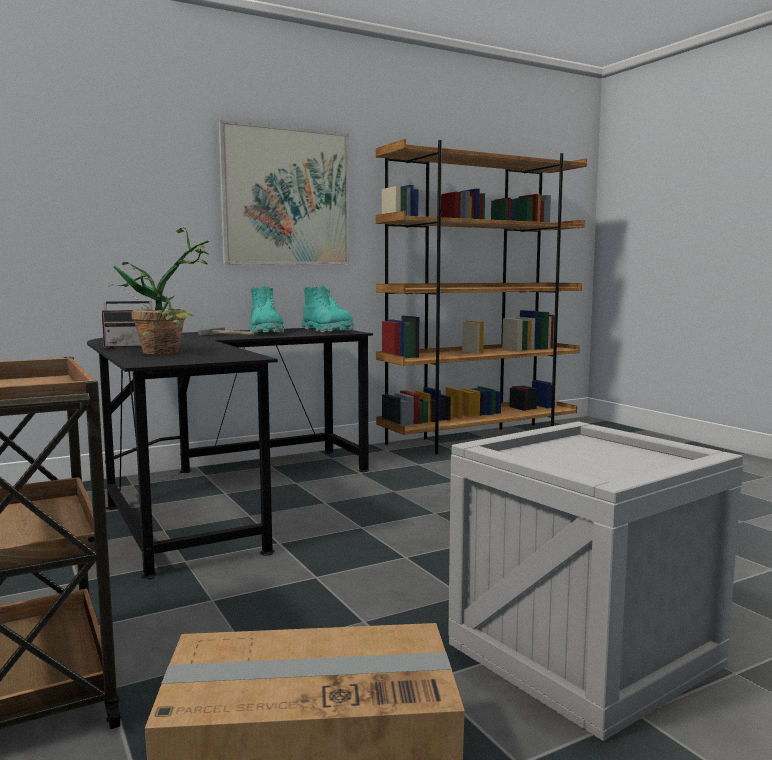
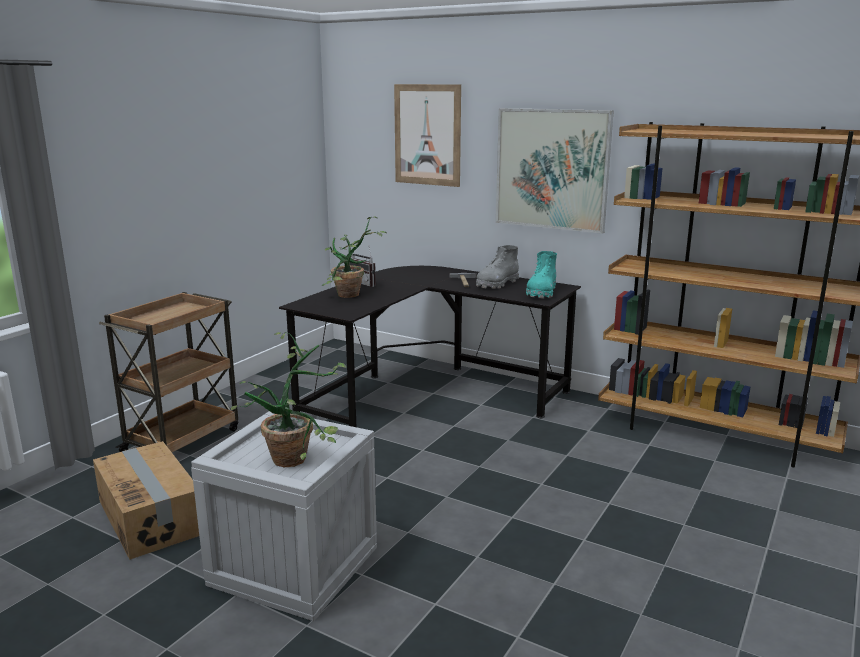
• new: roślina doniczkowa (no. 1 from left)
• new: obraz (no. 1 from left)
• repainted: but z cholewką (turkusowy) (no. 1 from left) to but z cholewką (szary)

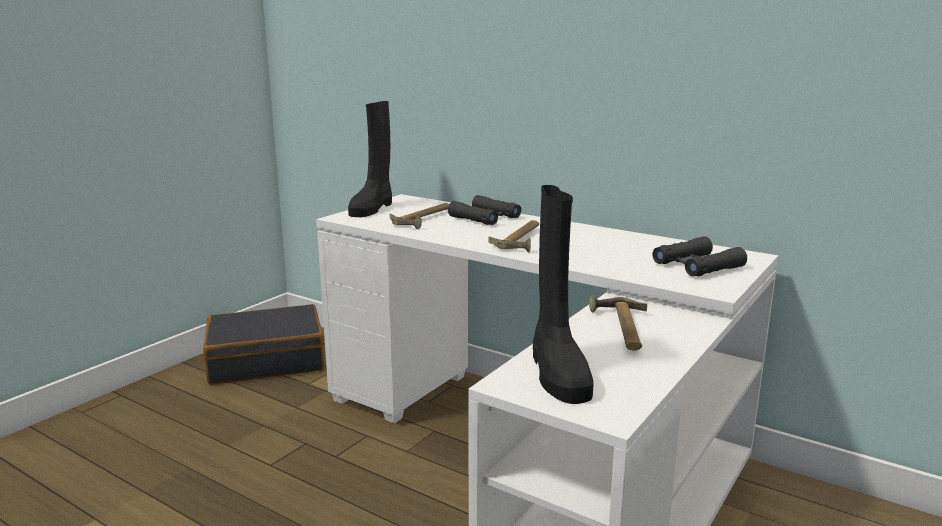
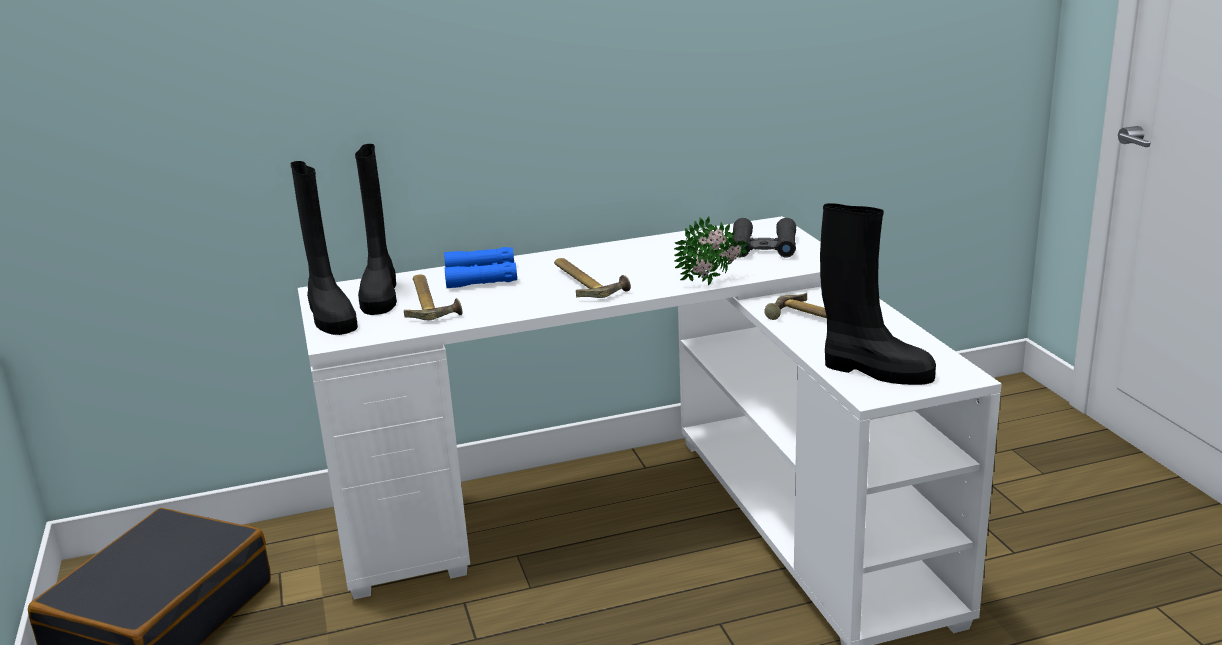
• new: but z cholewką (czarny) (no. 2 from left)
• new: roślina doniczkowa
• repainted: lornetka (czarny) (no. 1 from left) to lornetka (niebieski)

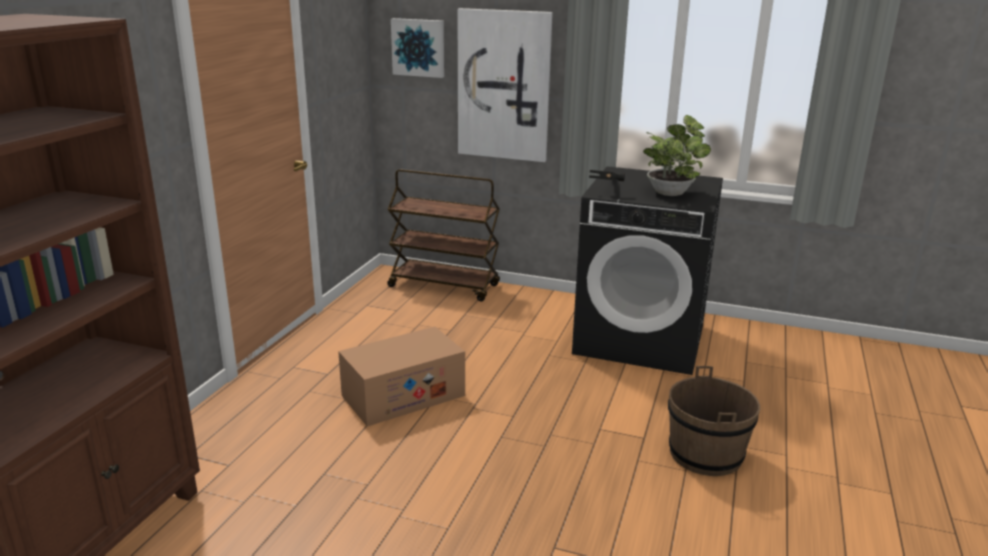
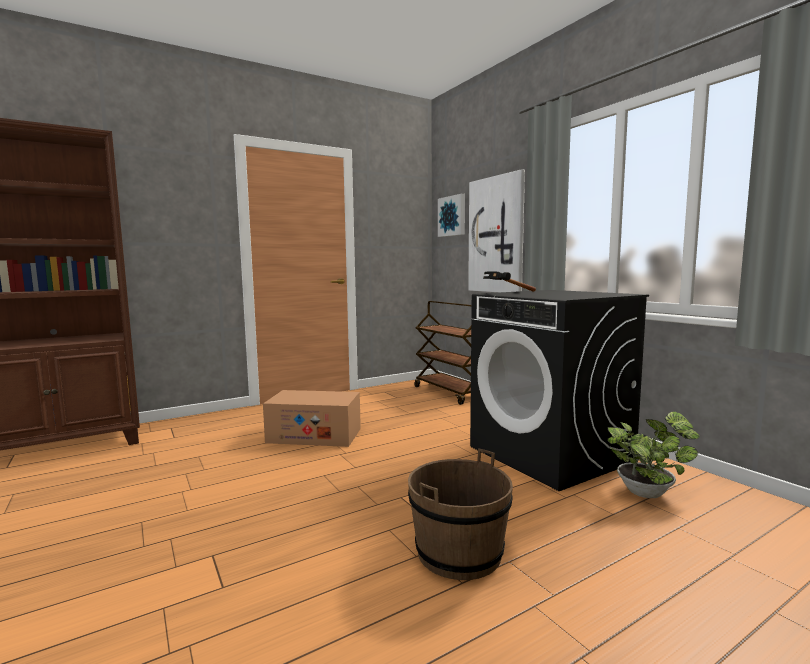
• shifted: roślina doniczkowa

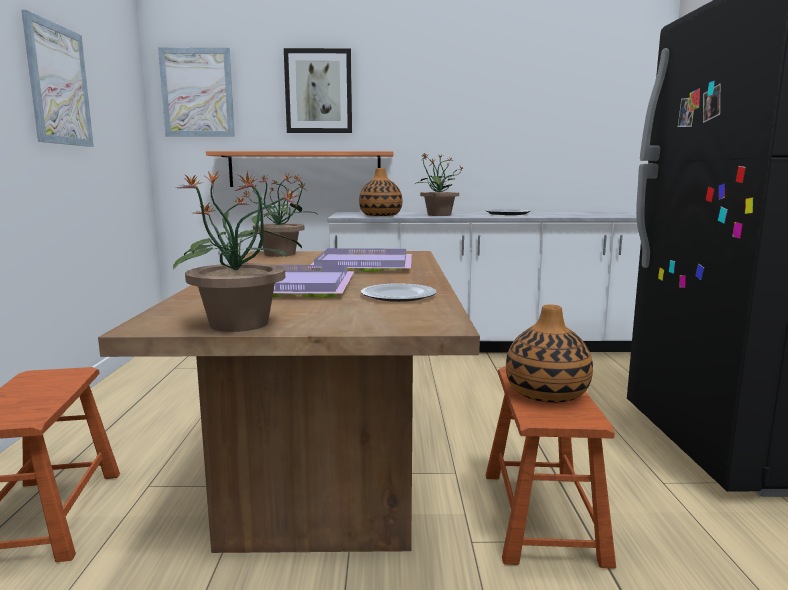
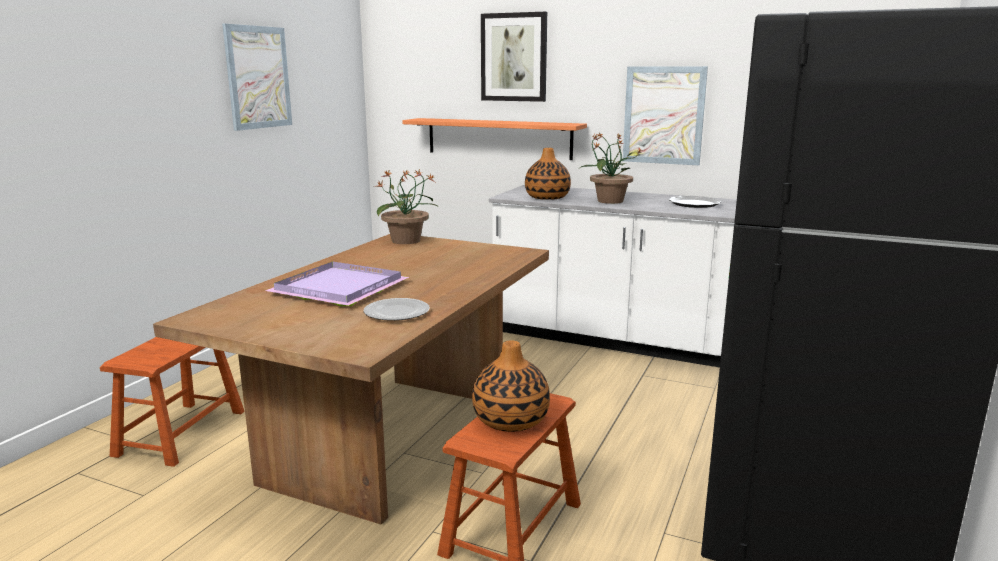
• gone: roślina doniczkowa (no. 1 from left)
• gone: taca (fioletowy) (no. 2 from left)
• shifted: obraz (no. 2 from left in the first image) to obraz (no. 3 from left)

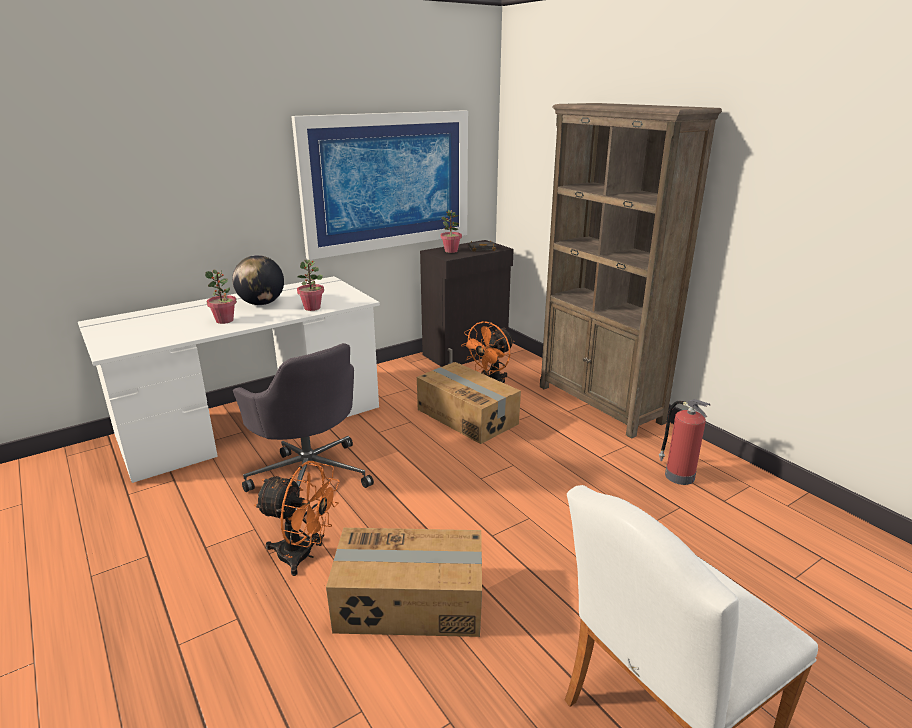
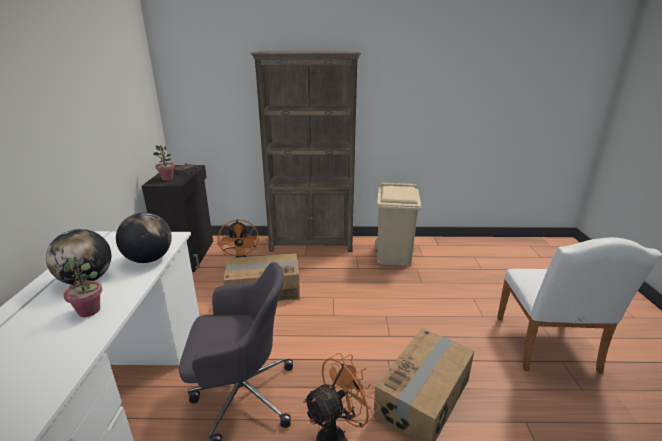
• gone: obraz
• swapped: roślina doniczkowa (no. 2 from left) to globus (no. 2 from left)
• swapped: gaśnica to kosz na śmieci (beżowy)

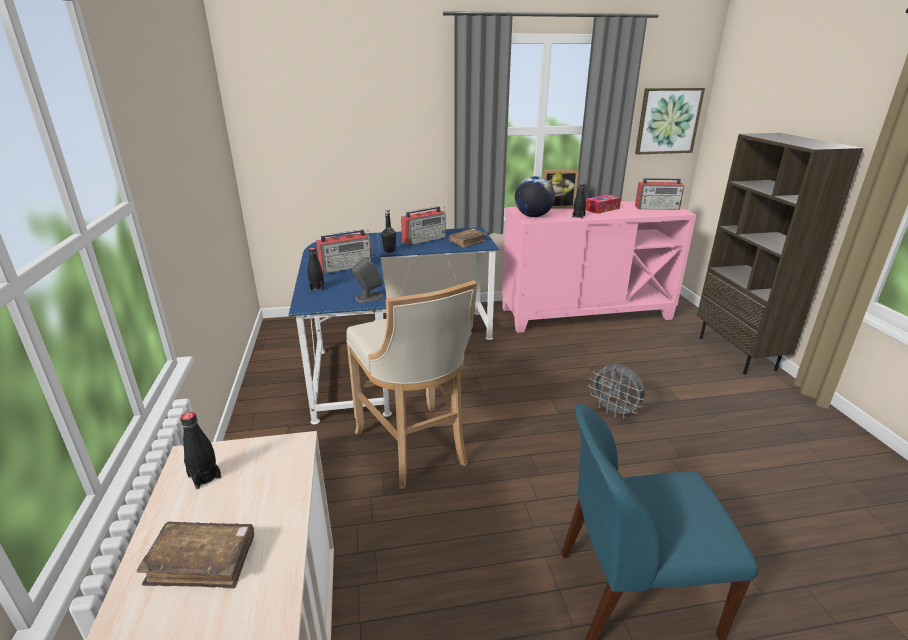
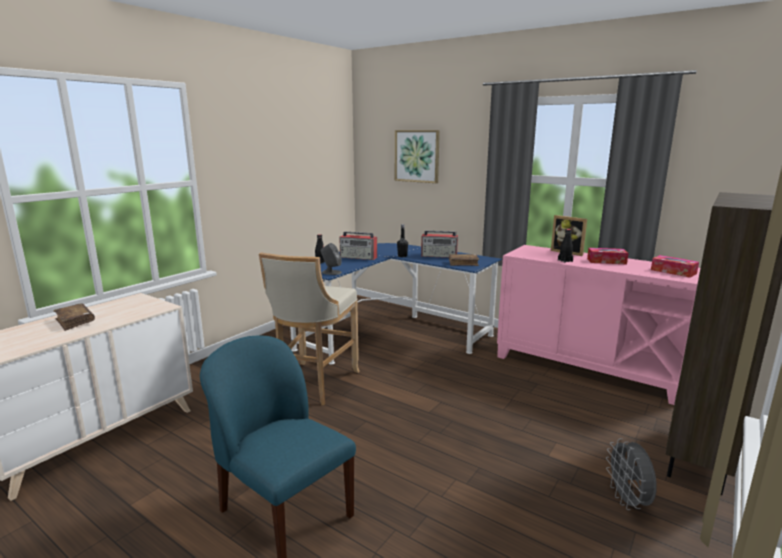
• gone: butelka (czarny) (no. 1 from left)
• gone: globus
• shifted: wentylator (szary)
• shifted: obraz
• swapped: radio (no. 3 from left) to pudełko chusteczek (no. 2 from left)

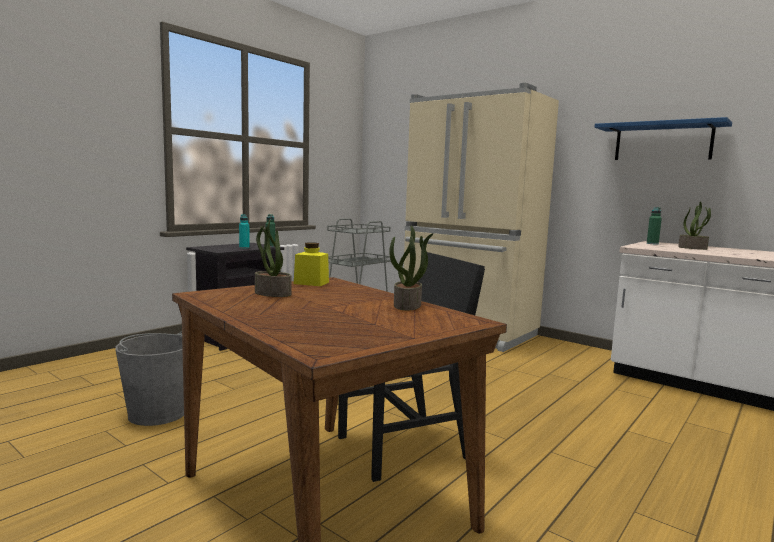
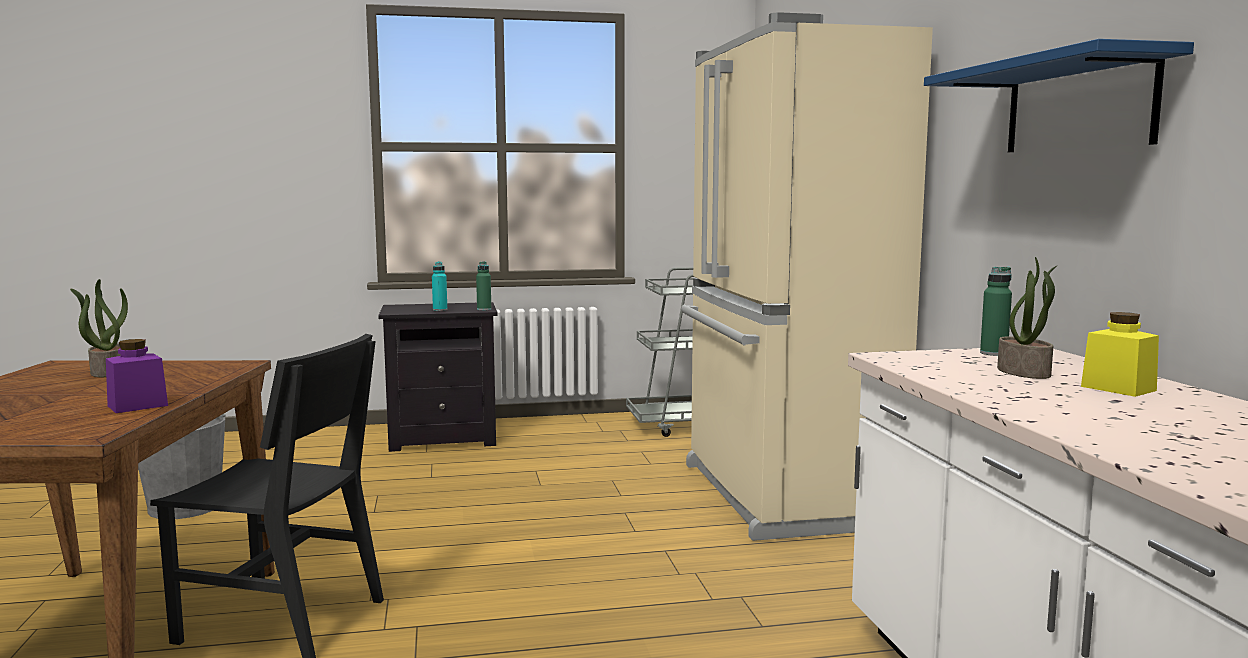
• shifted: słoik (żółty)
• swapped: roślina doniczkowa (no. 2 from left) to słoik (fioletowy)

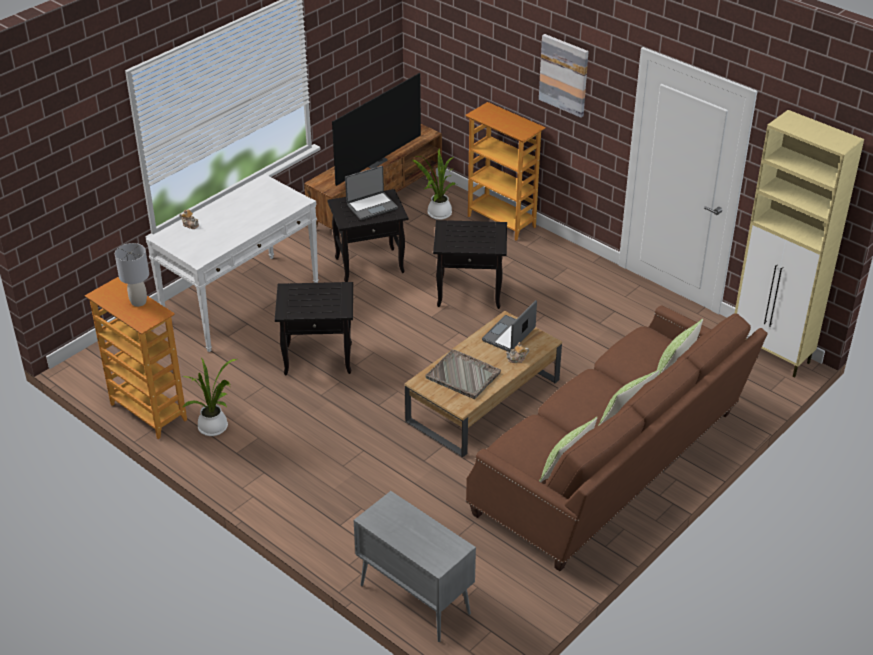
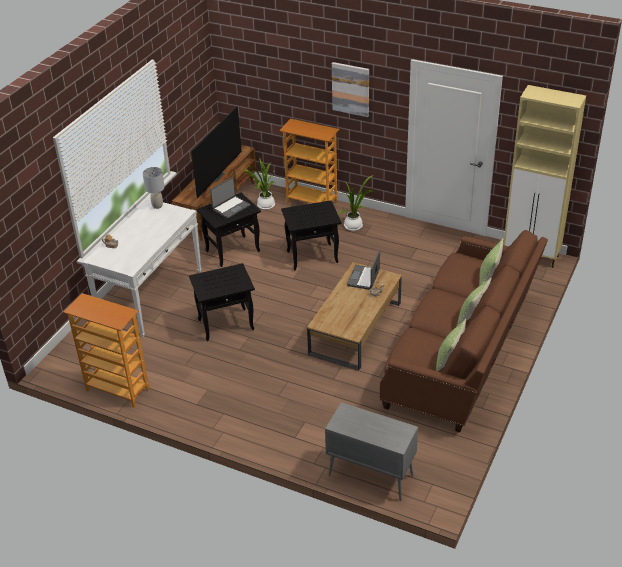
• gone: taca (szary)
• shifted: lampa stołowa (szary)
• shifted: roślina doniczkowa (no. 1 from left in the first image) to roślina doniczkowa (no. 2 from left)

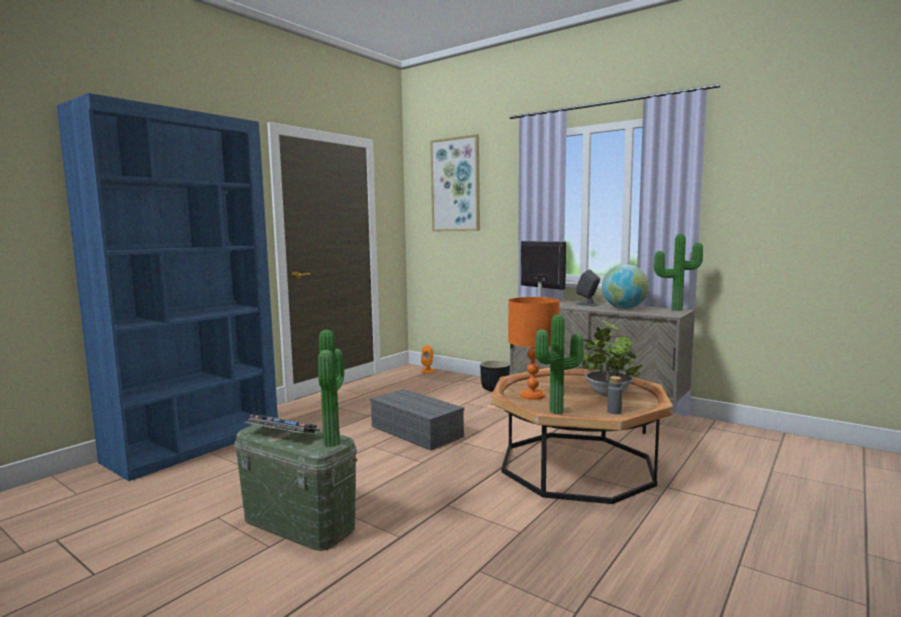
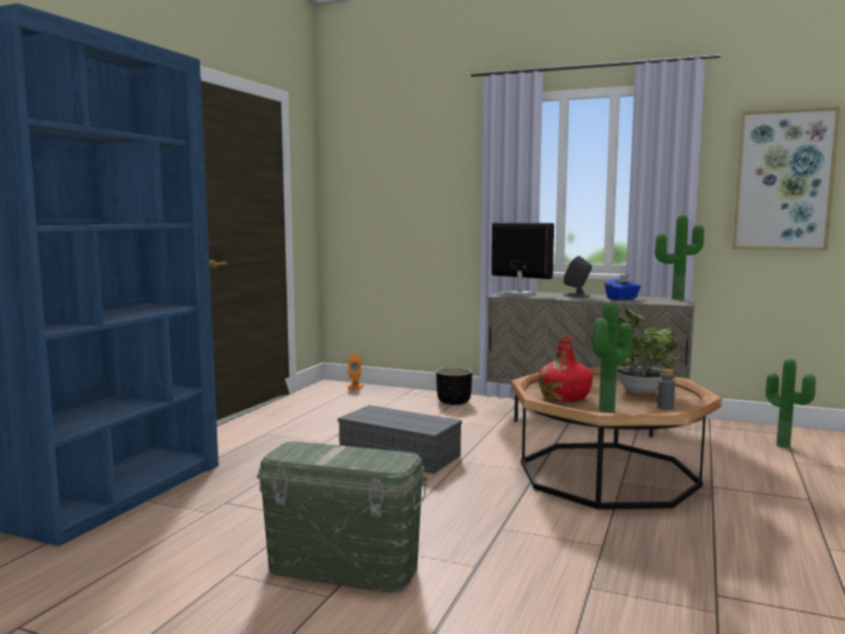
• gone: klawiatura
• shifted: roślina doniczkowa (no. 1 from left in the first image) to roślina doniczkowa (no. 4 from left)
• shifted: obraz
• swapped: lampa stołowa (pomarańczowy) to butelka (czerwony)
• swapped: globus to pudełko chusteczek (niebieski)

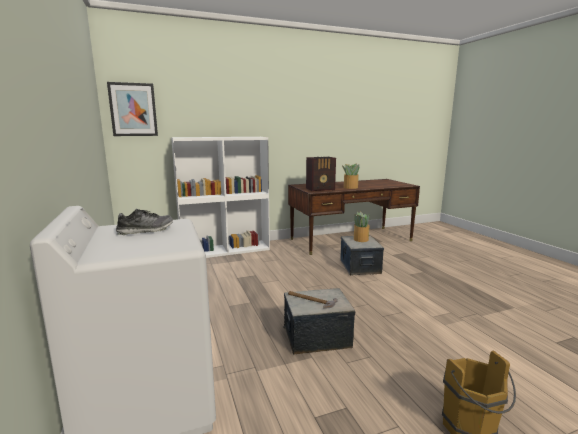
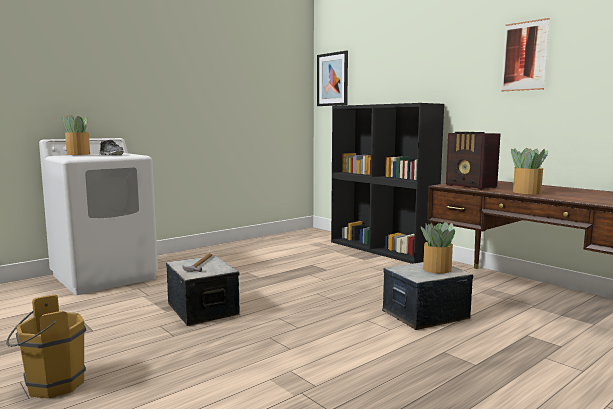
• new: roślina doniczkowa (no. 1 from left)
• new: obraz (no. 2 from left)
• repainted: regał (biały) to regał (czarny)

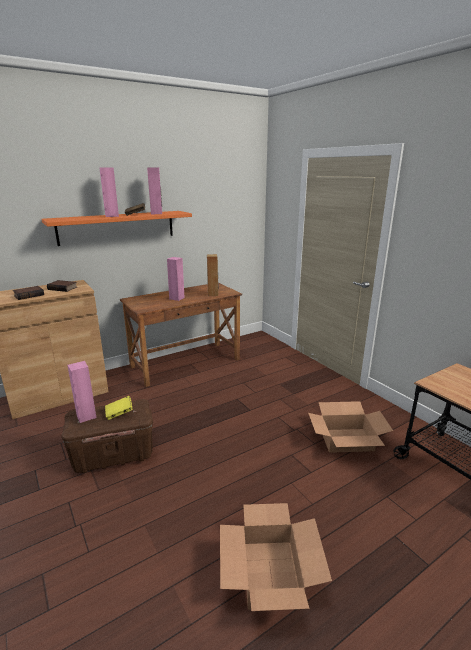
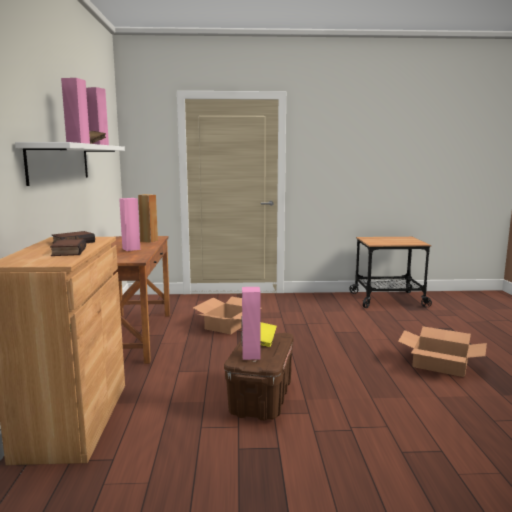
• shifted: karton (no. 2 from left in the first image) to karton (no. 1 from left)
• repainted: półka (pomarańczowy) to półka (biały)

